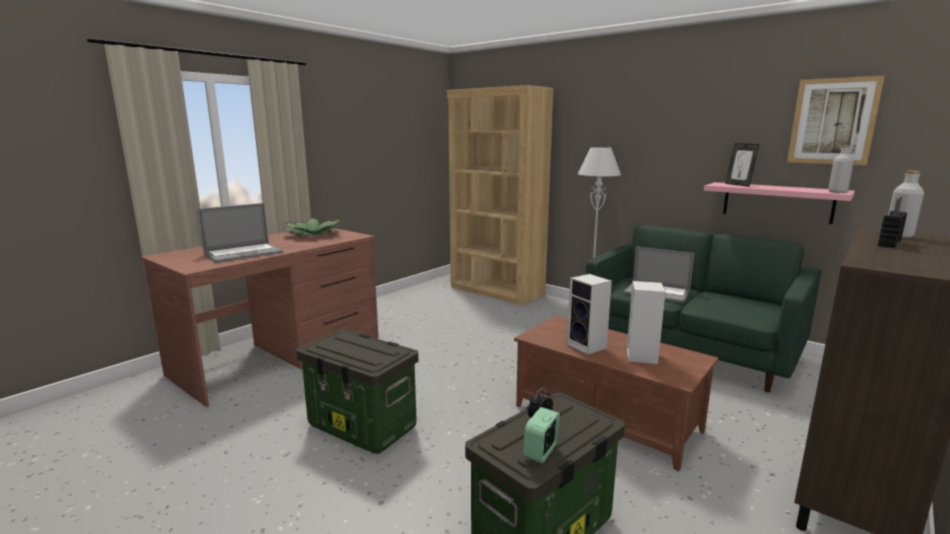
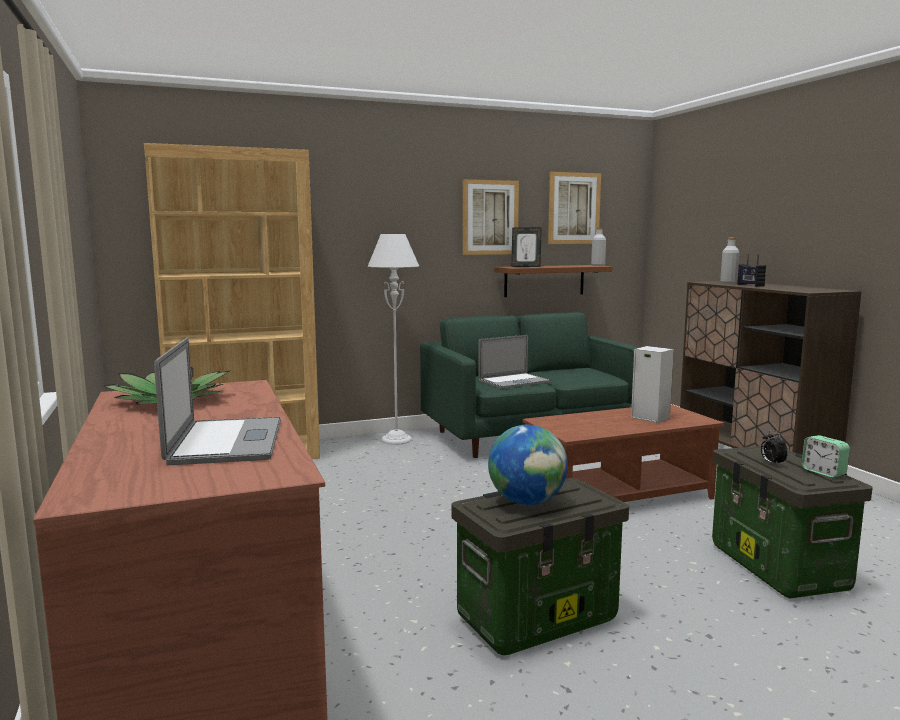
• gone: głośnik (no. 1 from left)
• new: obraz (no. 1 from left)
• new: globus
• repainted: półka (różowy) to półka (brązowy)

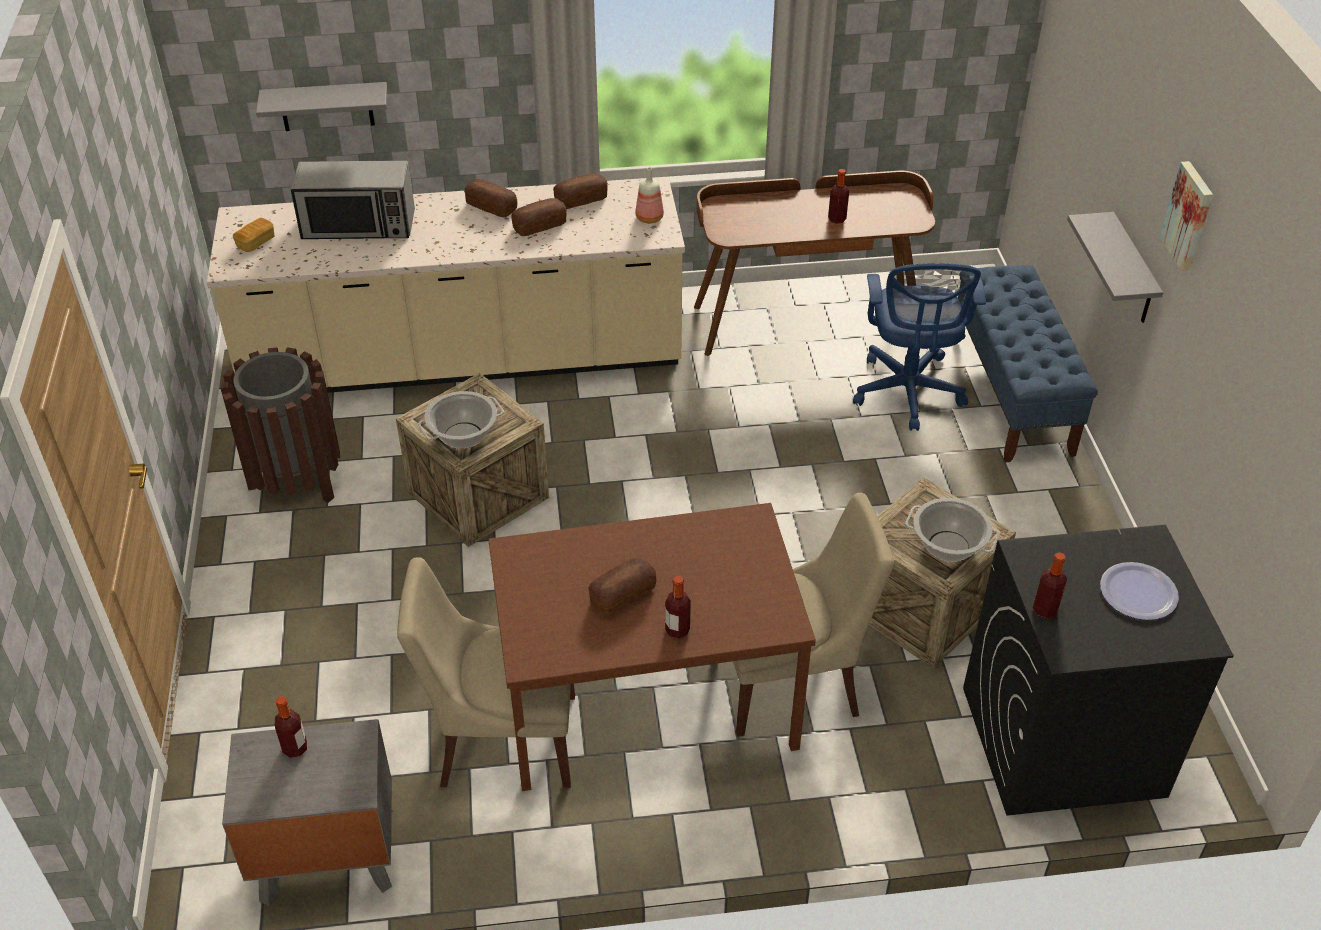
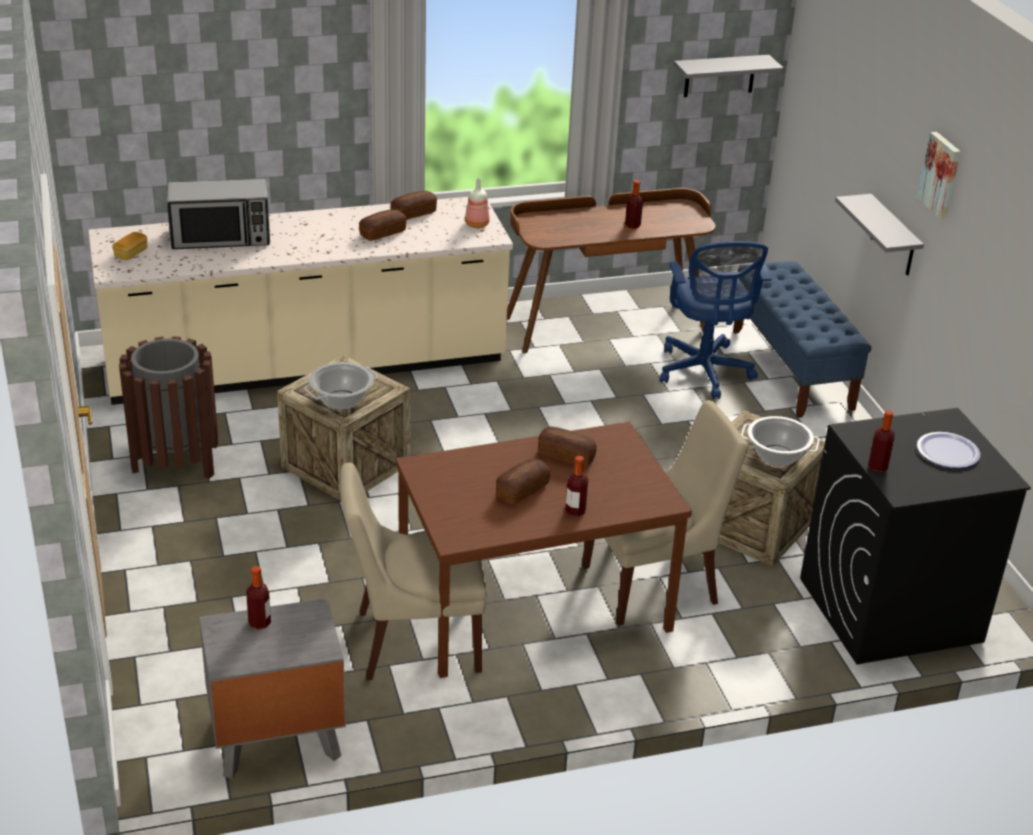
• shifted: półka (szary) (no. 1 from left)
• shifted: chleb (no. 2 from left in the first image) to chleb (no. 5 from left)

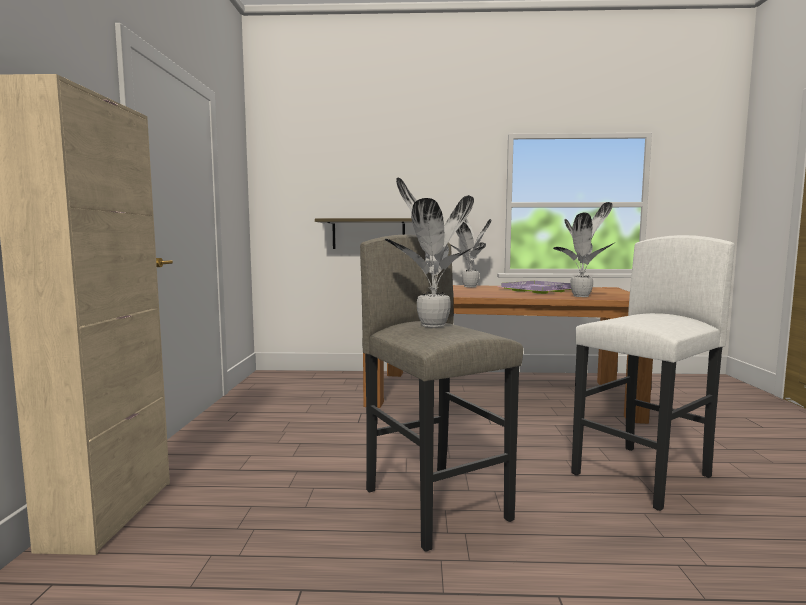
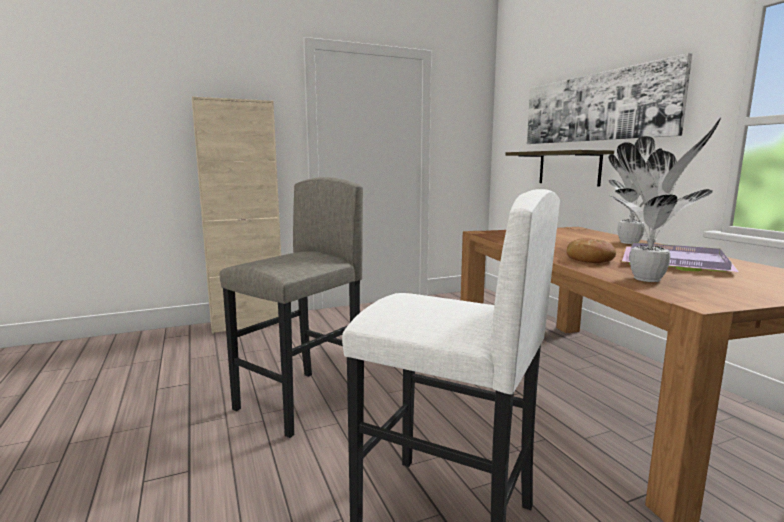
• gone: roślina doniczkowa (no. 1 from left)
• new: obraz
• new: chleb

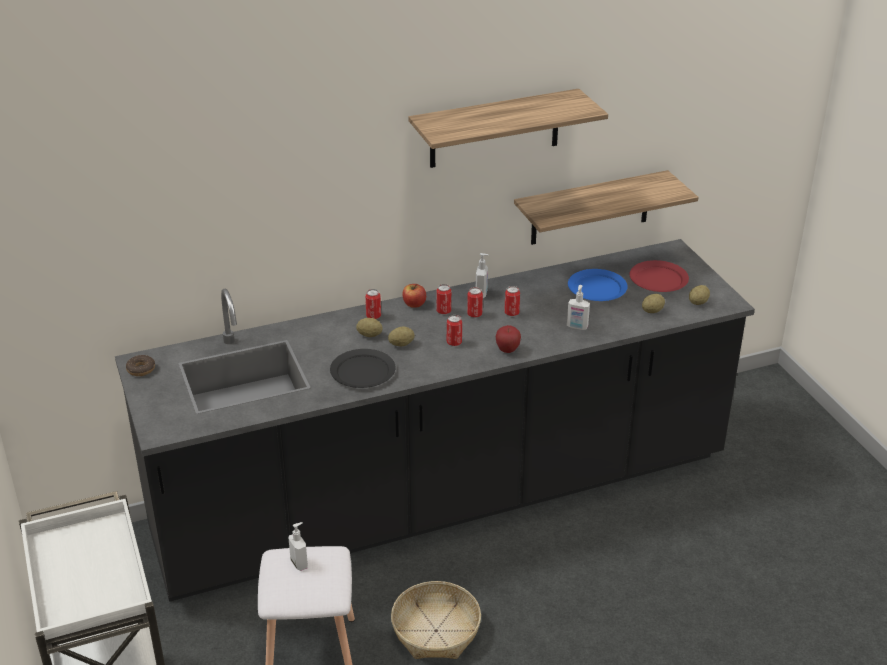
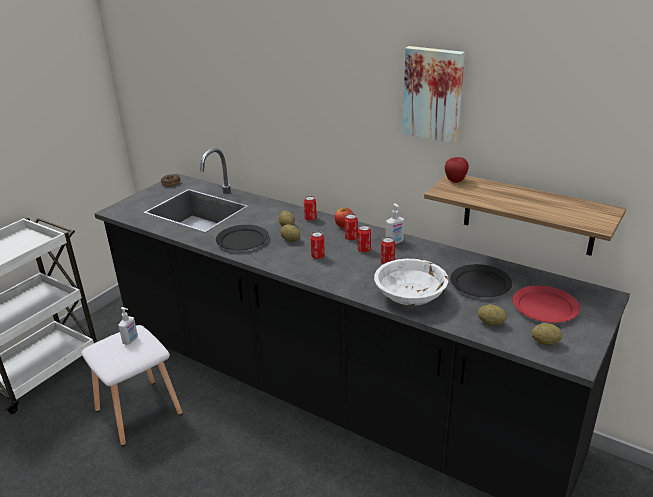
• gone: koszyk
• shifted: jabłko (no. 2 from left)
• swapped: półka (no. 1 from left) to obraz
• swapped: dozownik mydła (no. 3 from left) to miska (biały)
• repainted: talerz (niebieski) to talerz (czarny) (no. 2 from left)

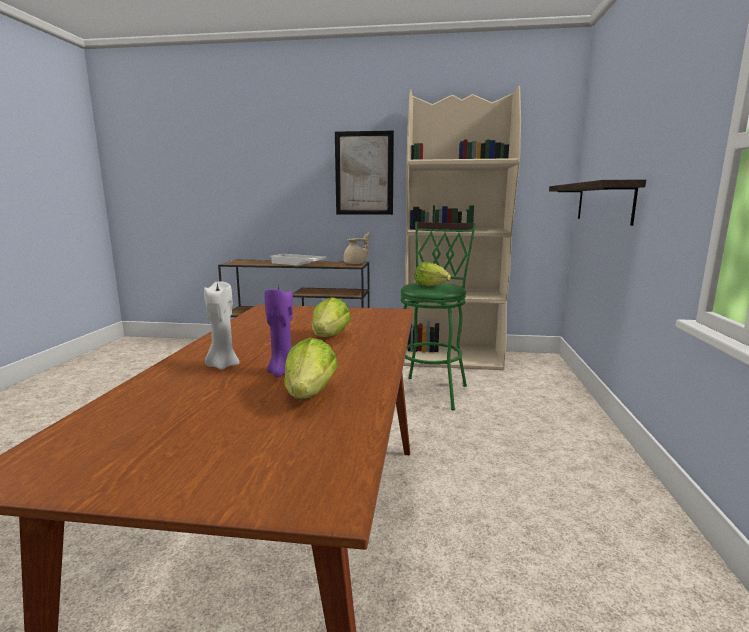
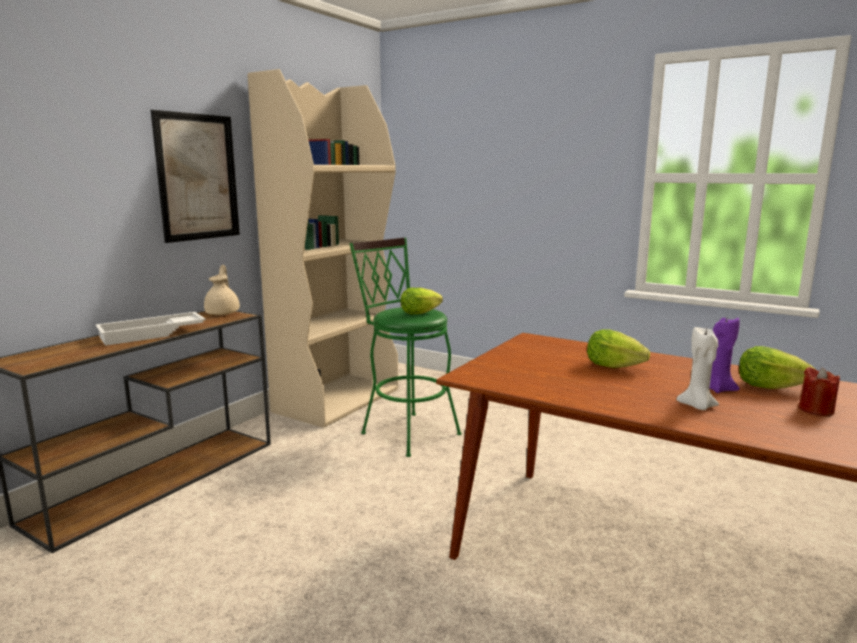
• gone: półka
• new: świeca (czerwony)

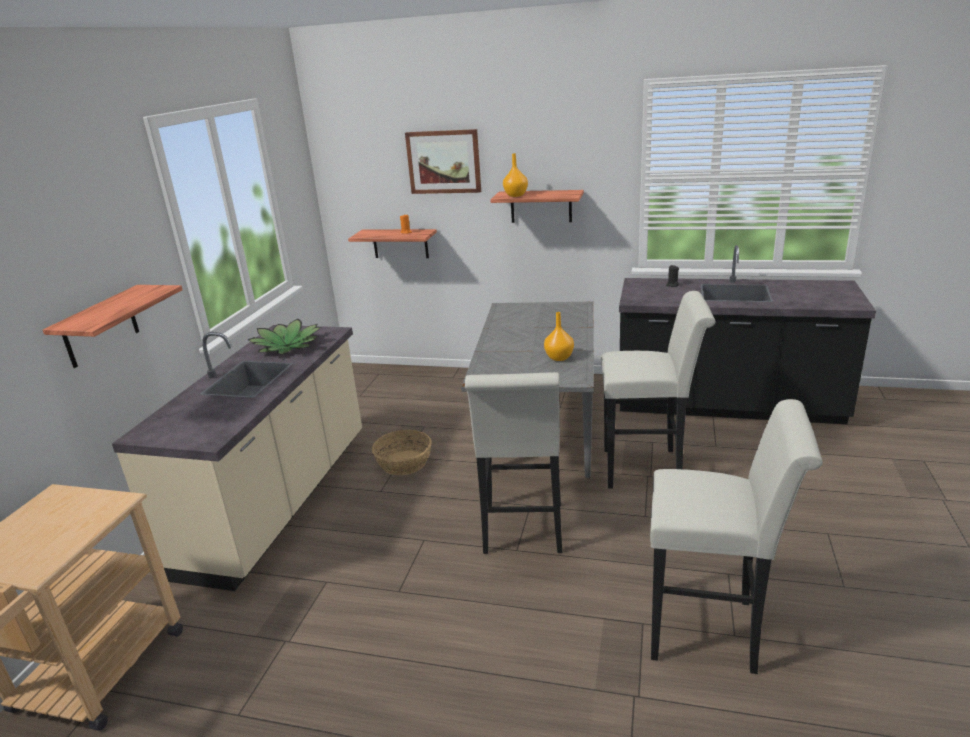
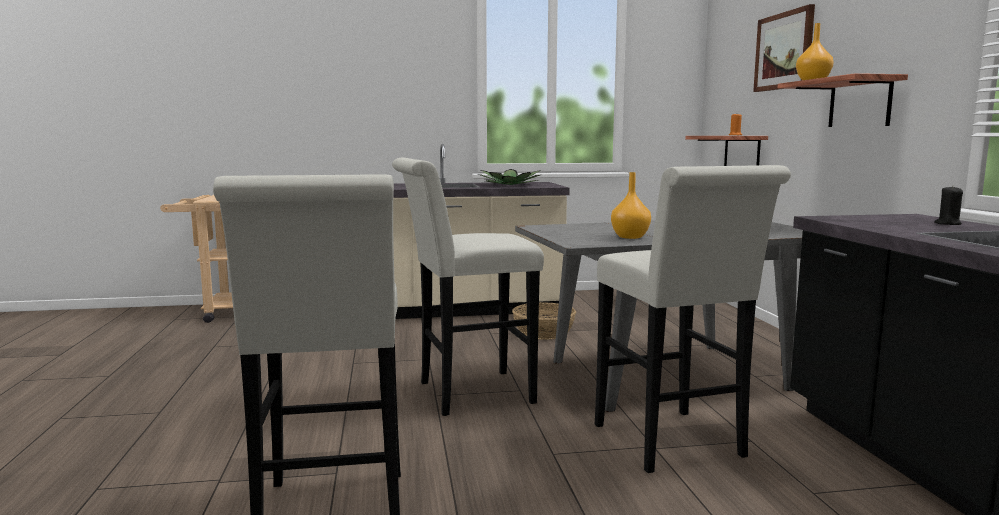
• gone: półka (no. 1 from left)

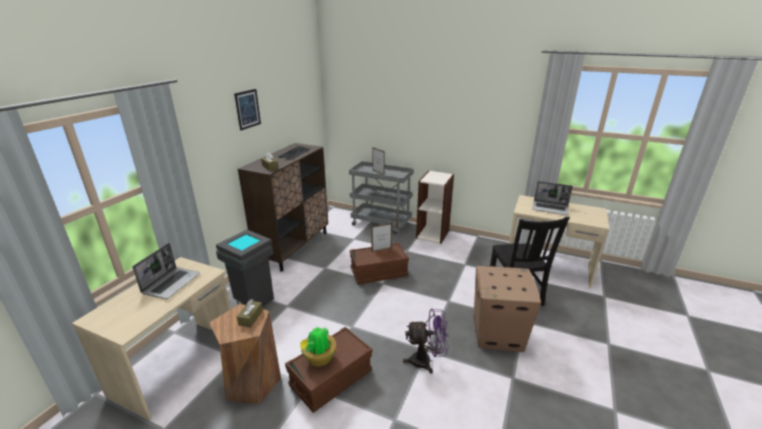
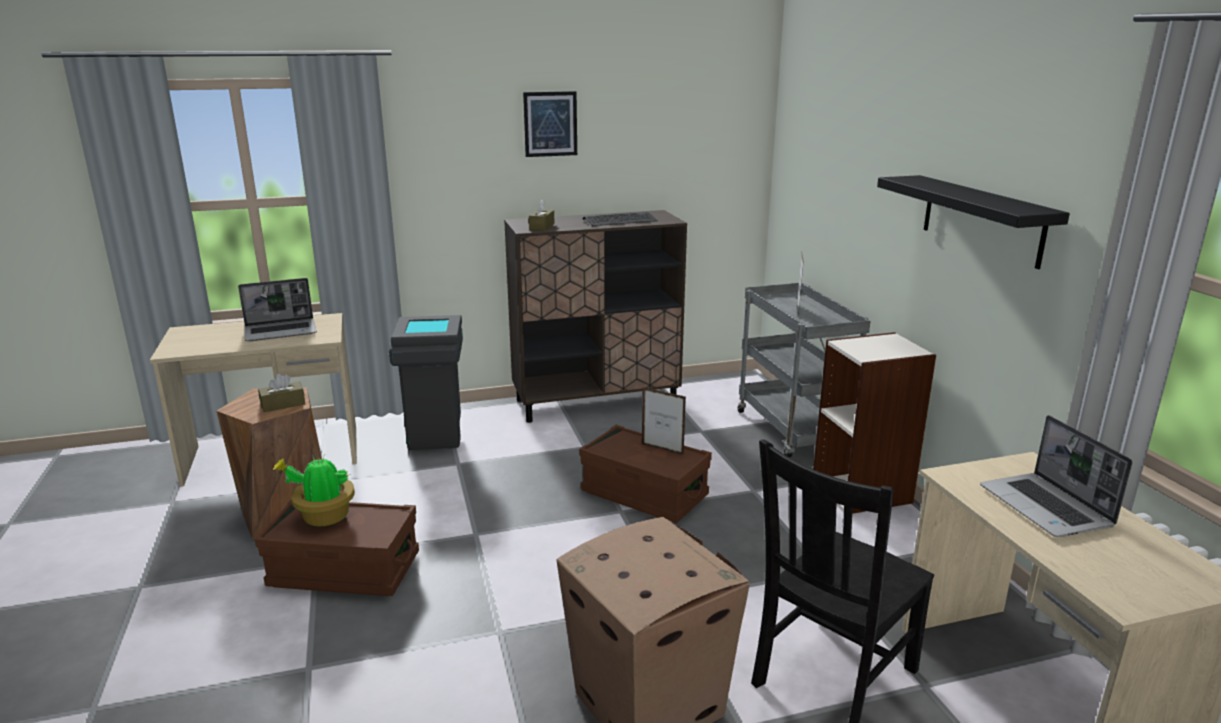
• gone: wentylator (fioletowy)
• new: półka (czarny)

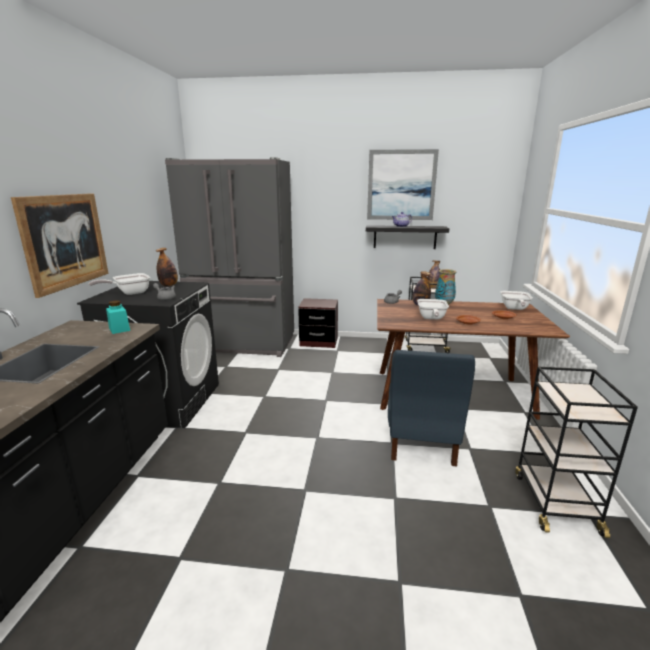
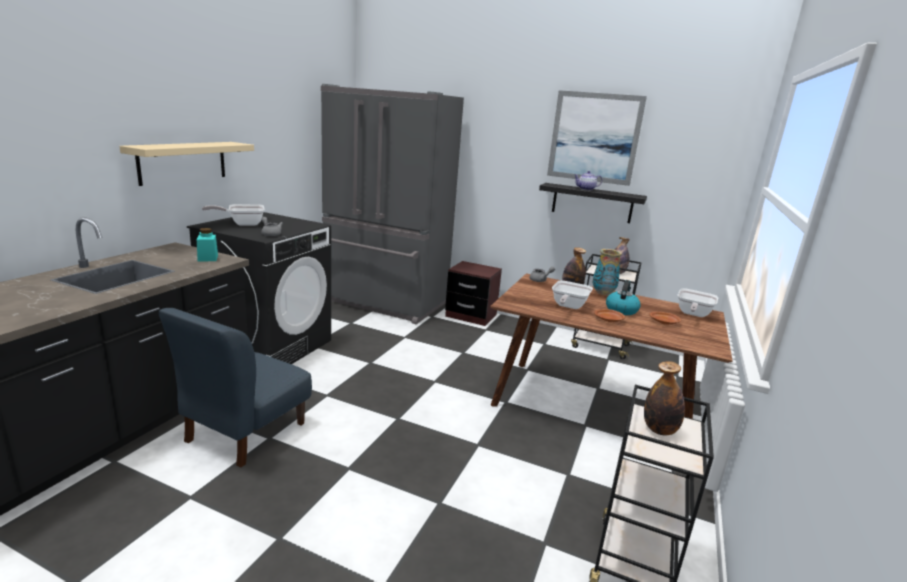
• new: czajnik
• shifted: butelka (no. 1 from left in the first image) to butelka (no. 3 from left)
• shifted: krzesło (niebieski)
• swapped: obraz (no. 1 from left) to półka (beżowy)

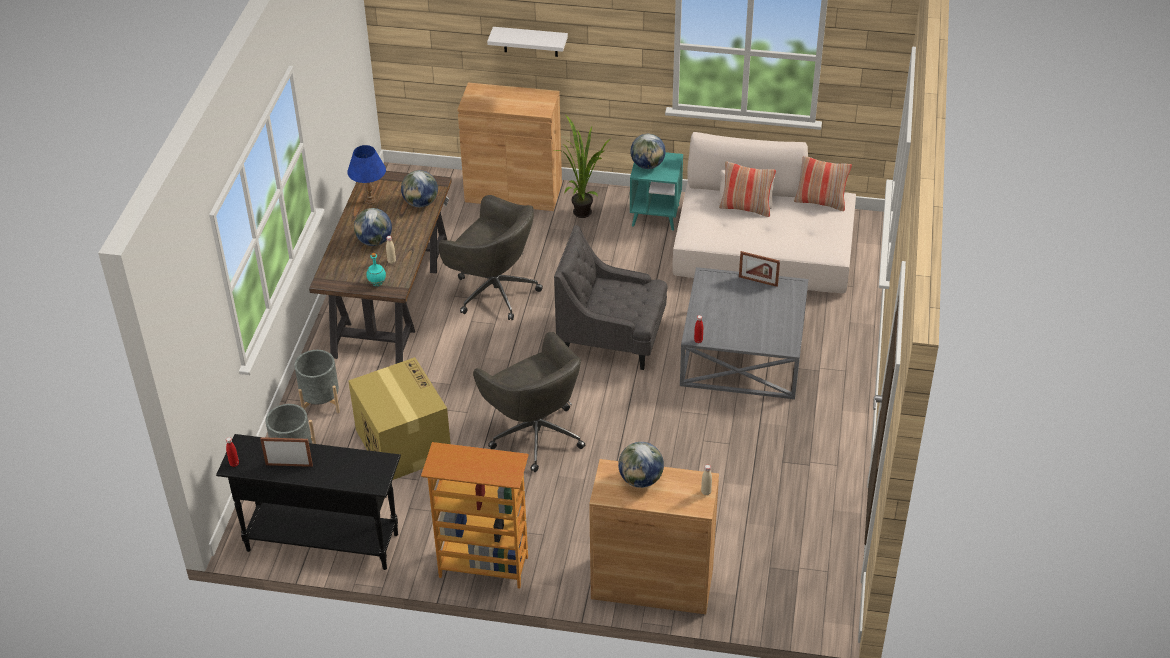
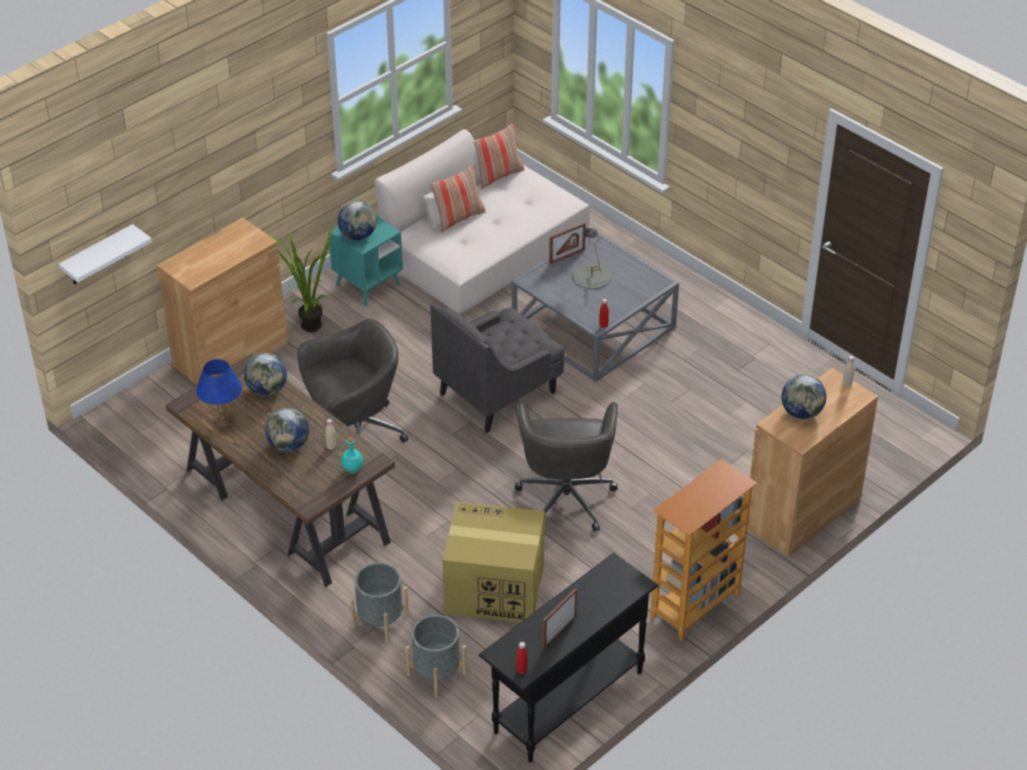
• new: lampa stołowa (szary)
• shifted: półka (biały)
• rotated: krzesło biurowe (szary) (no. 2 from left) 90 degrees clockwise

